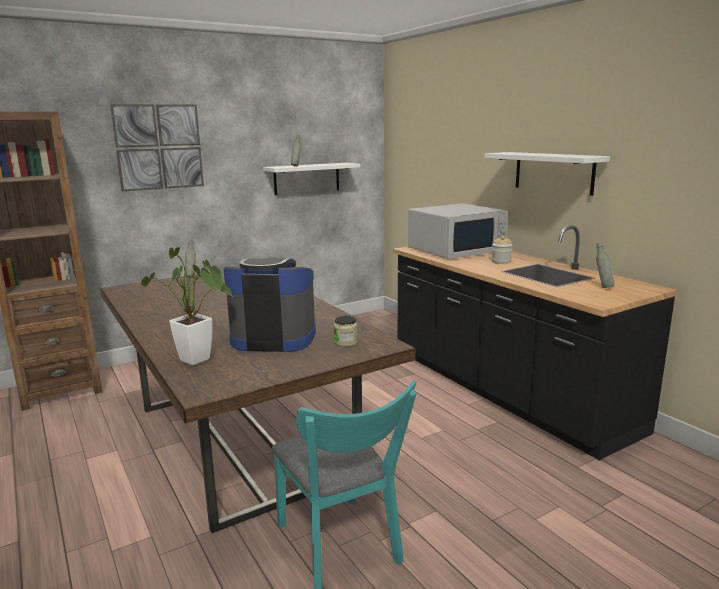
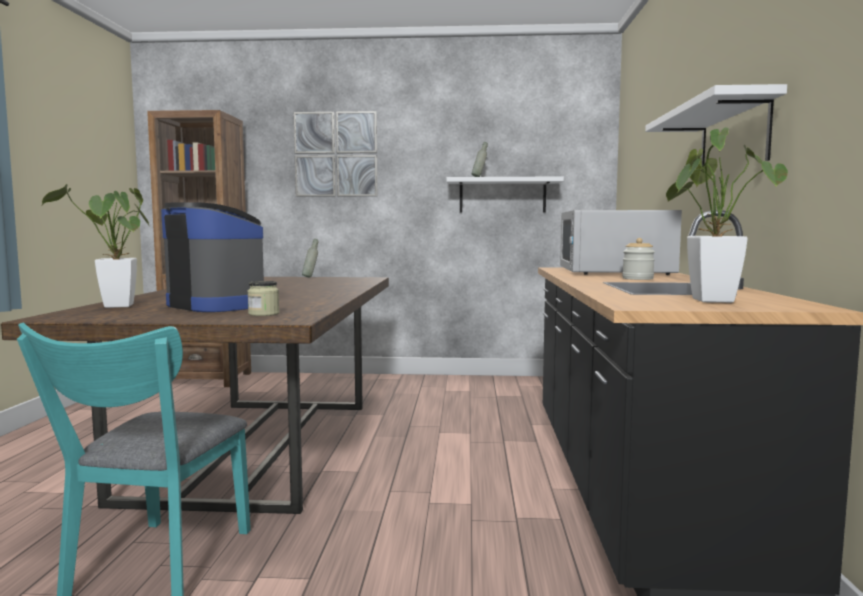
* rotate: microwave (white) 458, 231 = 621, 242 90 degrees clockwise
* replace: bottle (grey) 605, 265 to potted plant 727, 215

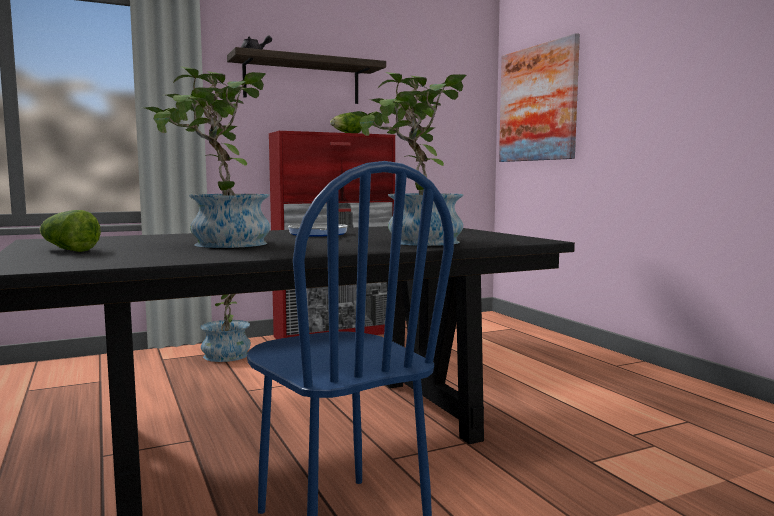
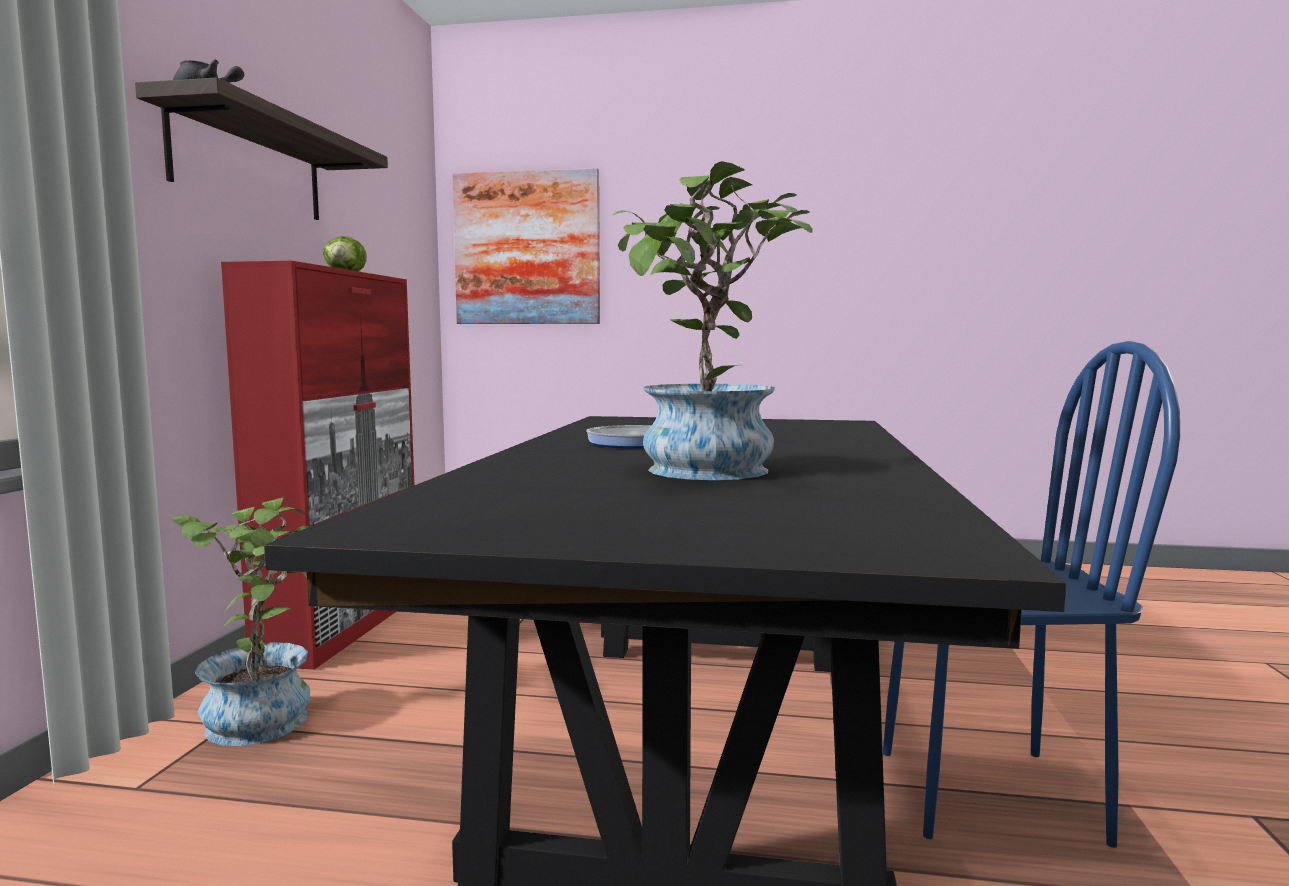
* delete: potted plant 407, 159
* delete: lettuce 70, 231

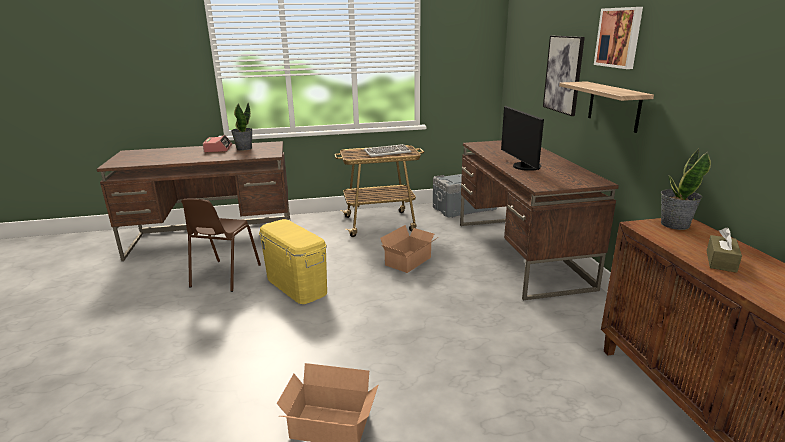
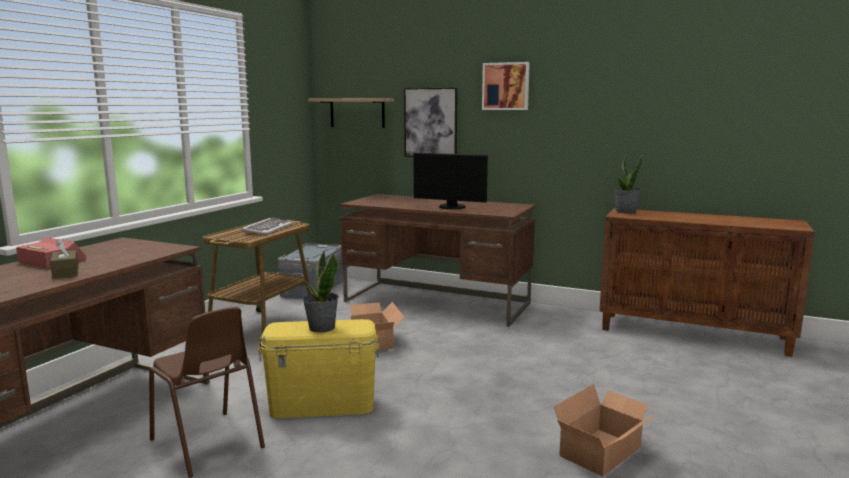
* move: shelf 606, 107 to 351, 113
* move: potted plant 242, 126 to 320, 291
* move: tissue box (brown) 724, 250 to 64, 258

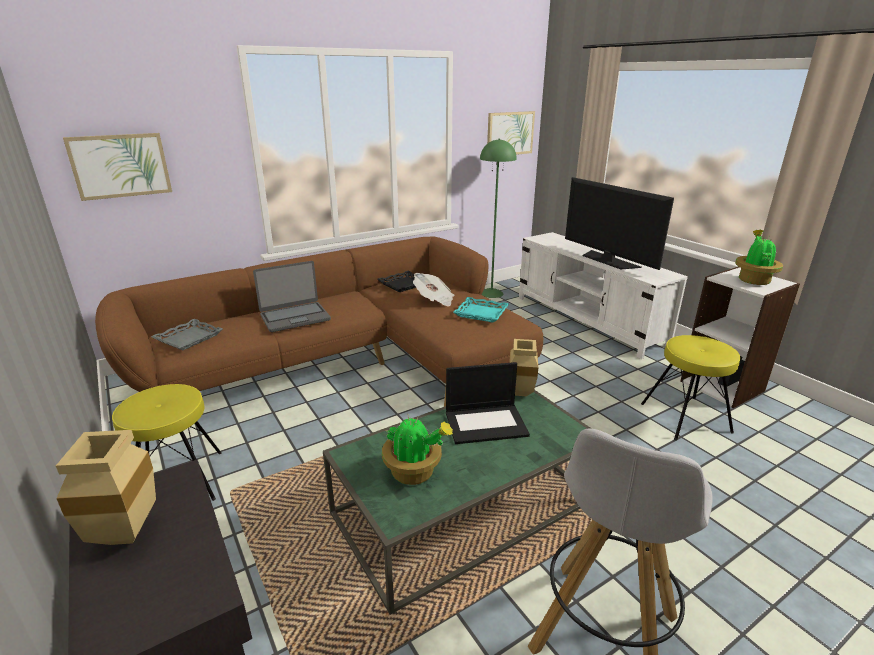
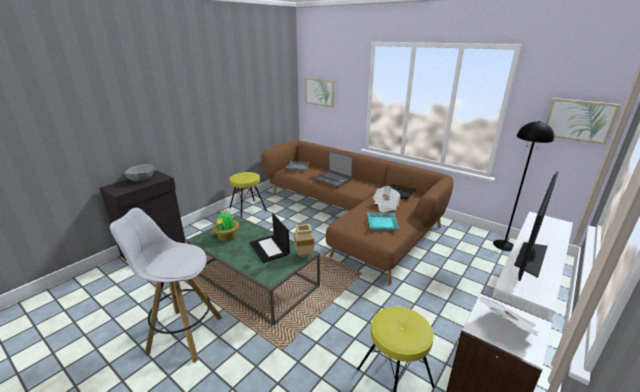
* recolor: floor lamp (green) 498, 218 to floor lamp (black) 523, 186
* replace: potted plant 759, 257 to newspaper 509, 316
* replace: vase (beige) 106, 487 to bowl (grey) 139, 173

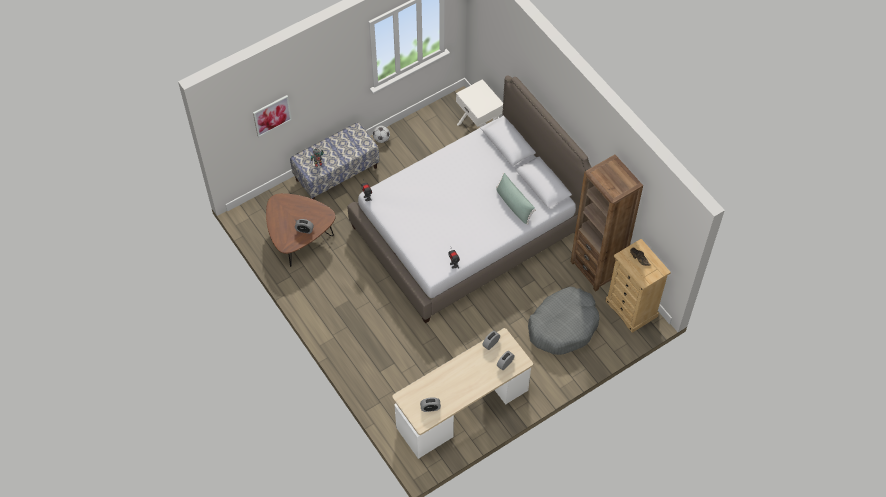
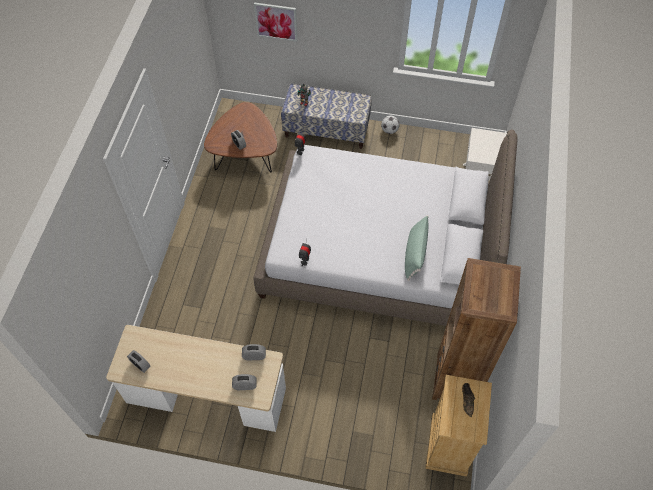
* delete: dog bed (grey) 564, 320

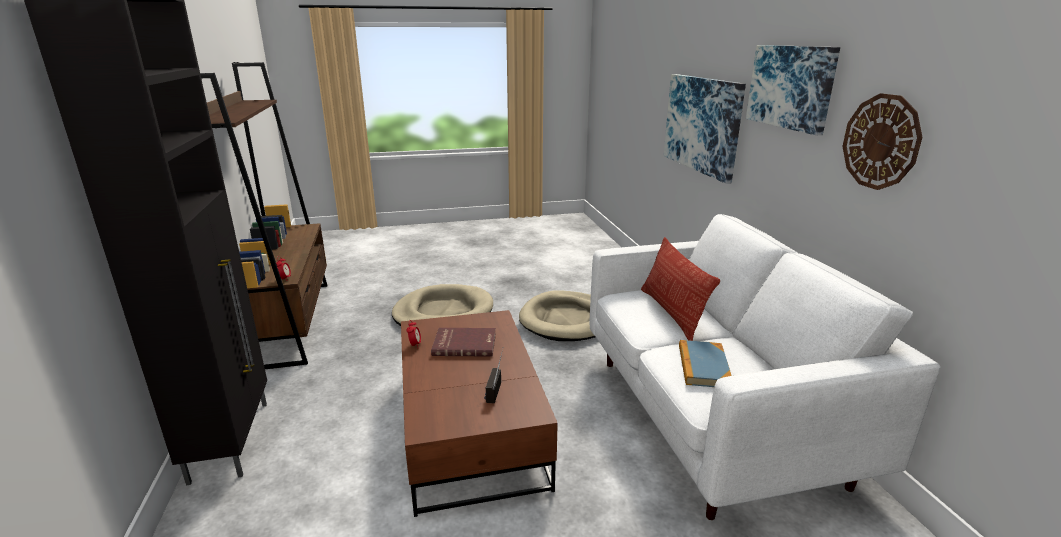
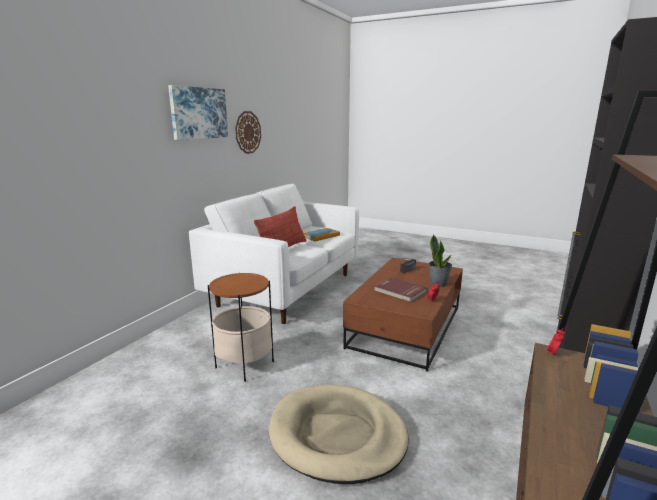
* delete: picture 705, 129
* replace: dog bed (beige) 557, 315 to side table 241, 327
* insert: potted plant 440, 260

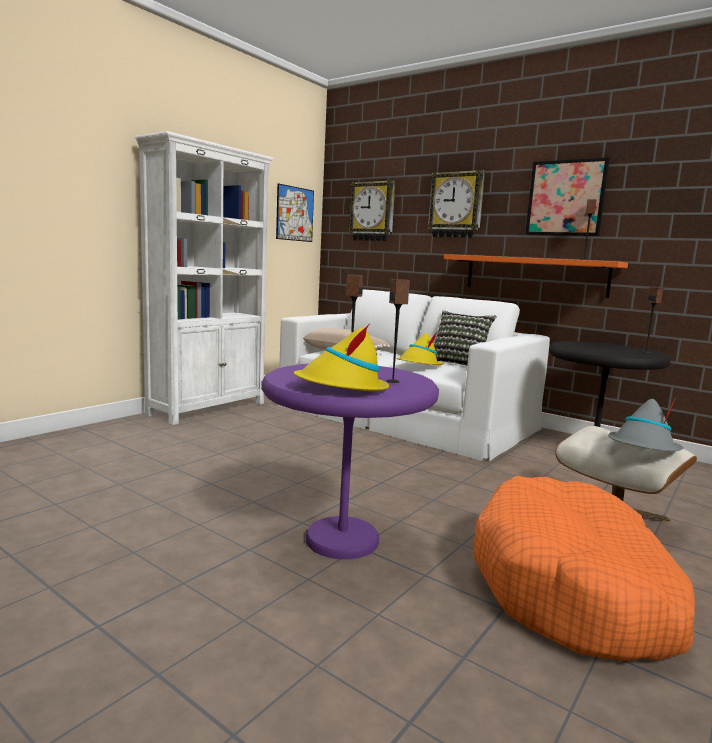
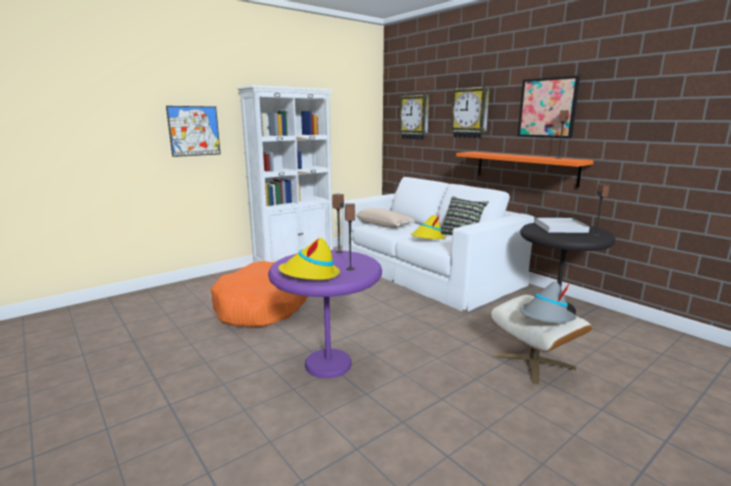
* move: picture 295, 212 to 193, 131
* move: dog bed (orange) 584, 568 to 259, 294
* insert: tray (white) 562, 225

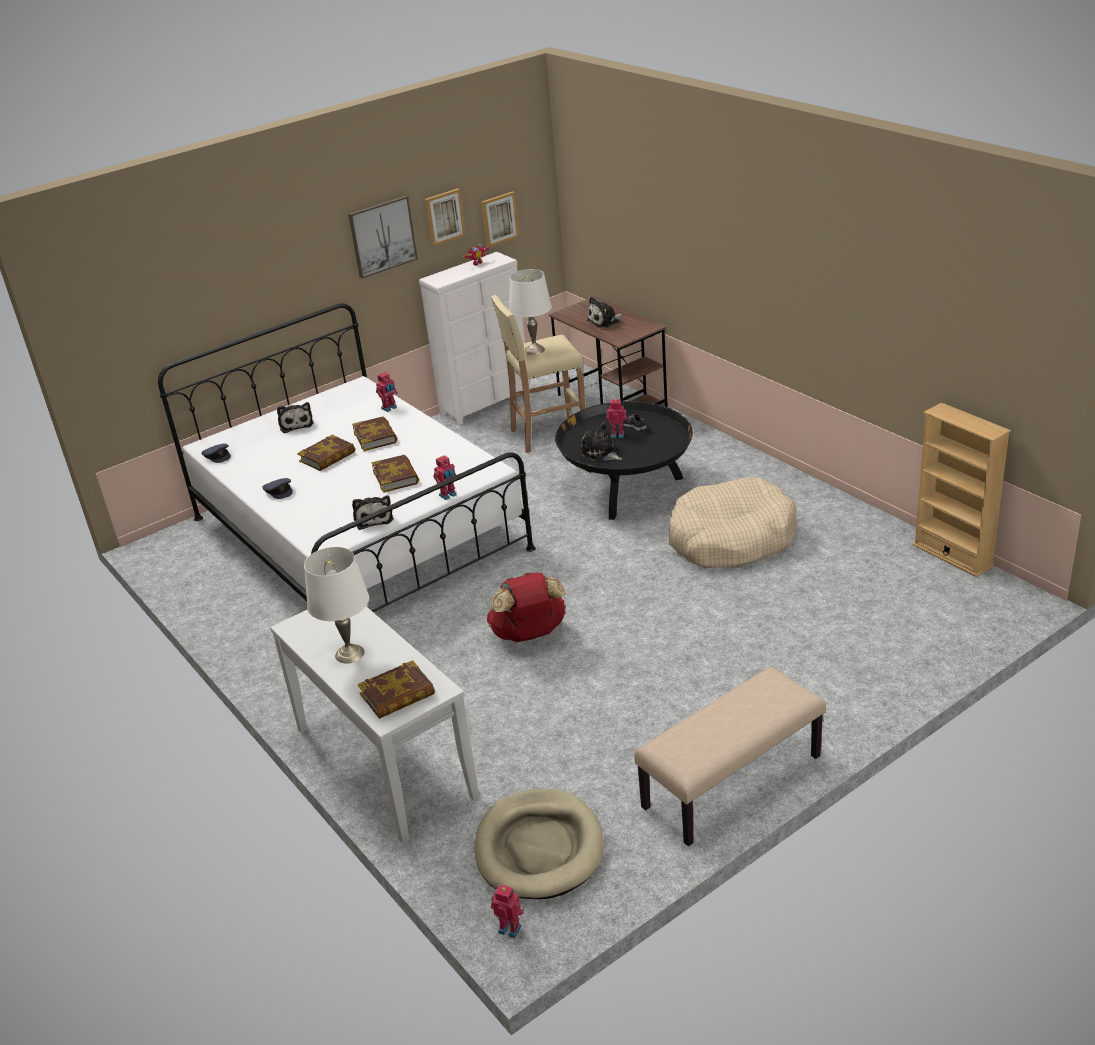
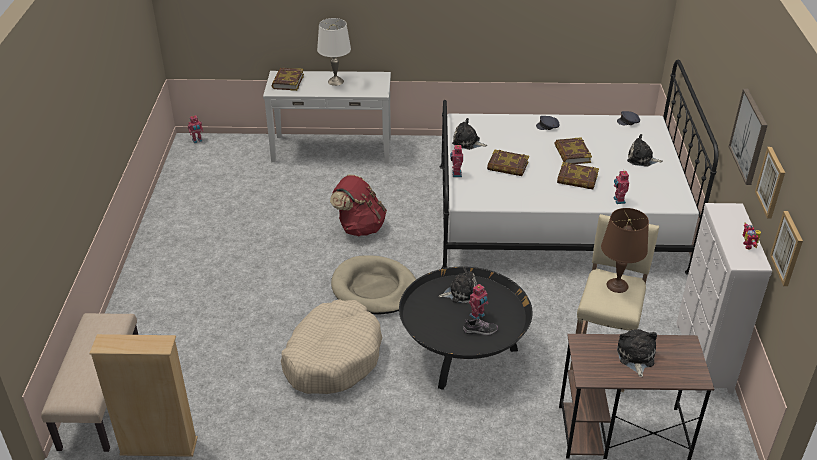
* recolor: table lamp (white) 530, 312 to table lamp (brown) 625, 250
* move: bench (beige) 730, 756 to 89, 382
* move: dog bed (beige) 539, 844 to 373, 284

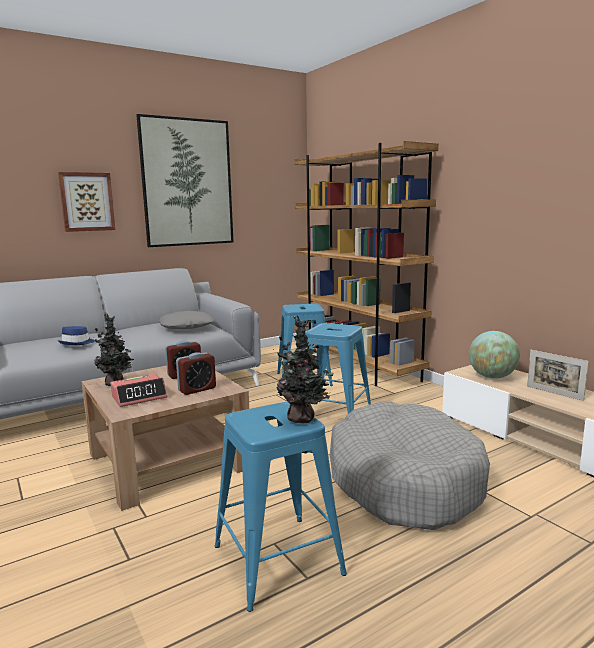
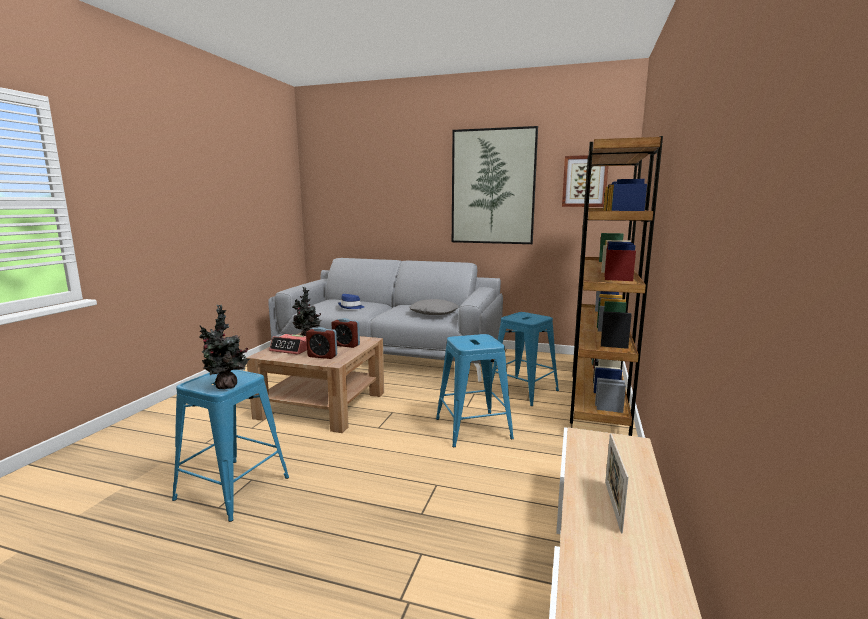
* move: picture 86, 202 to 585, 181
* delete: globe 494, 355
* delete: dog bed (grey) 410, 465

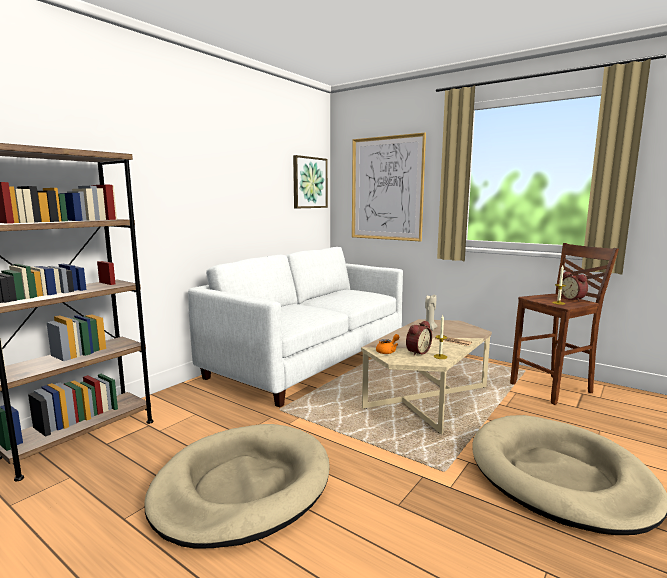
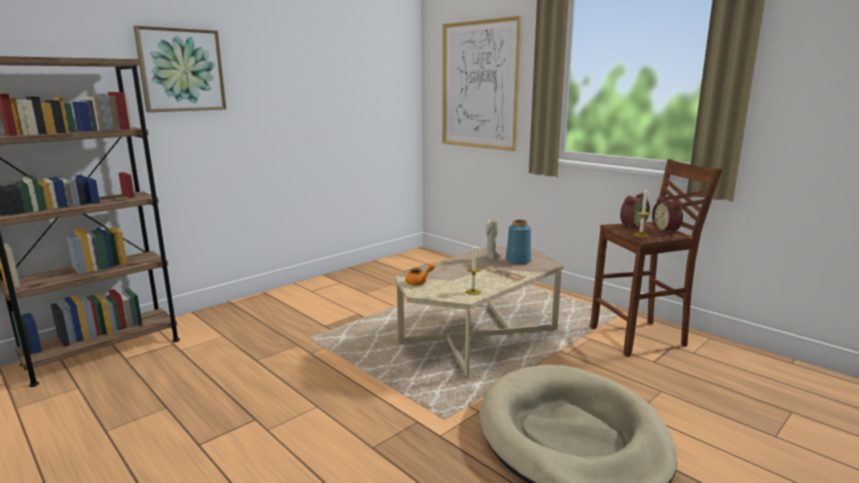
* move: picture 310, 181 to 179, 69
* delete: sofa (white) 295, 327
* move: alarm clock 419, 338 to 635, 210
* delete: dog bed (beige) 237, 486
* insert: vase (blue) 518, 242

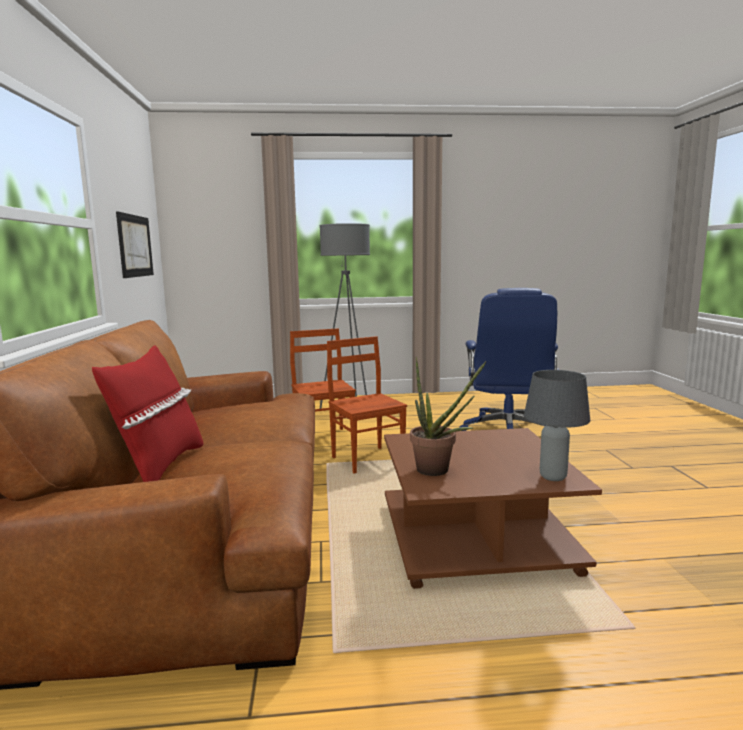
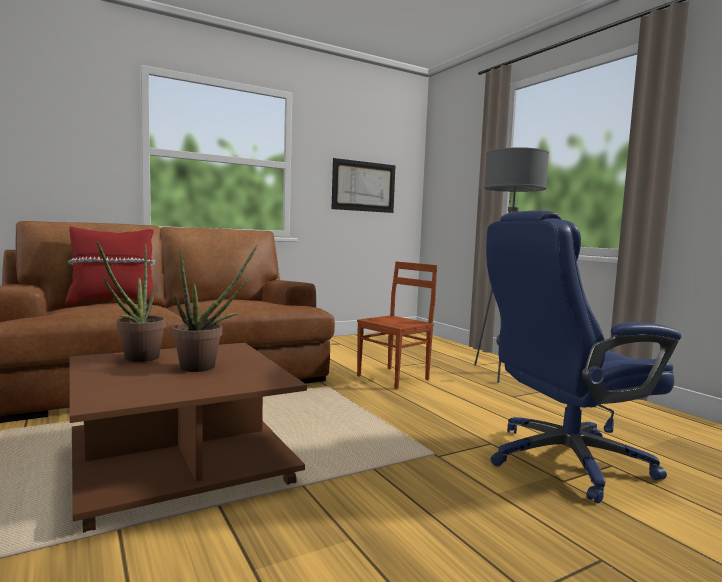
* delete: chair (brown) 367, 404
* delete: table lamp (grey) 557, 425
* insert: potted plant 214, 308

